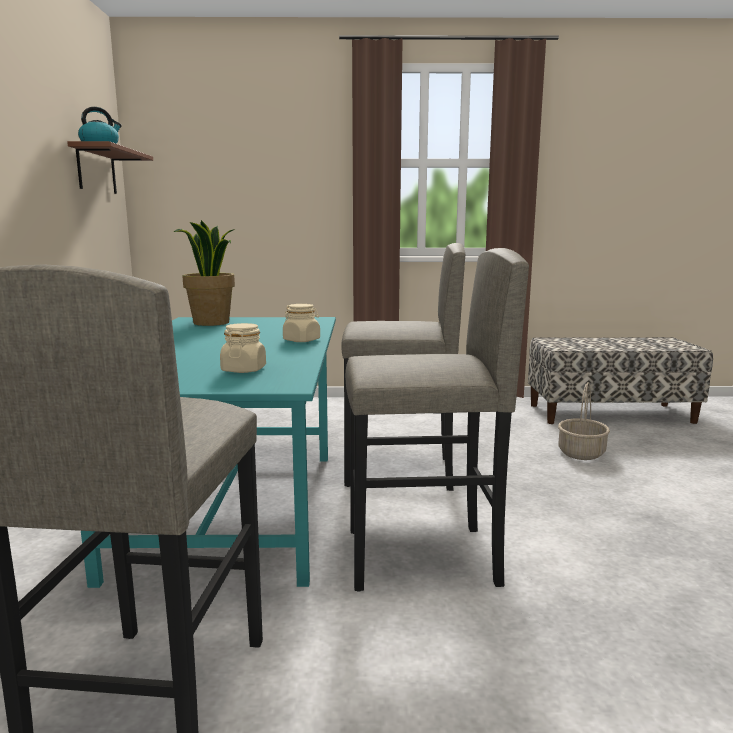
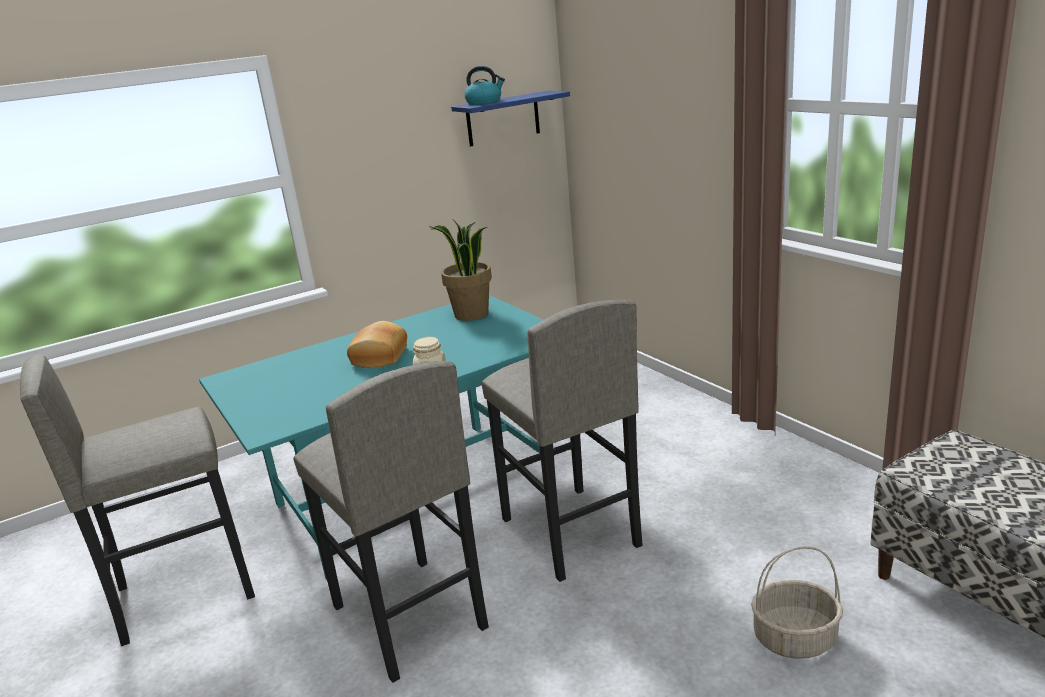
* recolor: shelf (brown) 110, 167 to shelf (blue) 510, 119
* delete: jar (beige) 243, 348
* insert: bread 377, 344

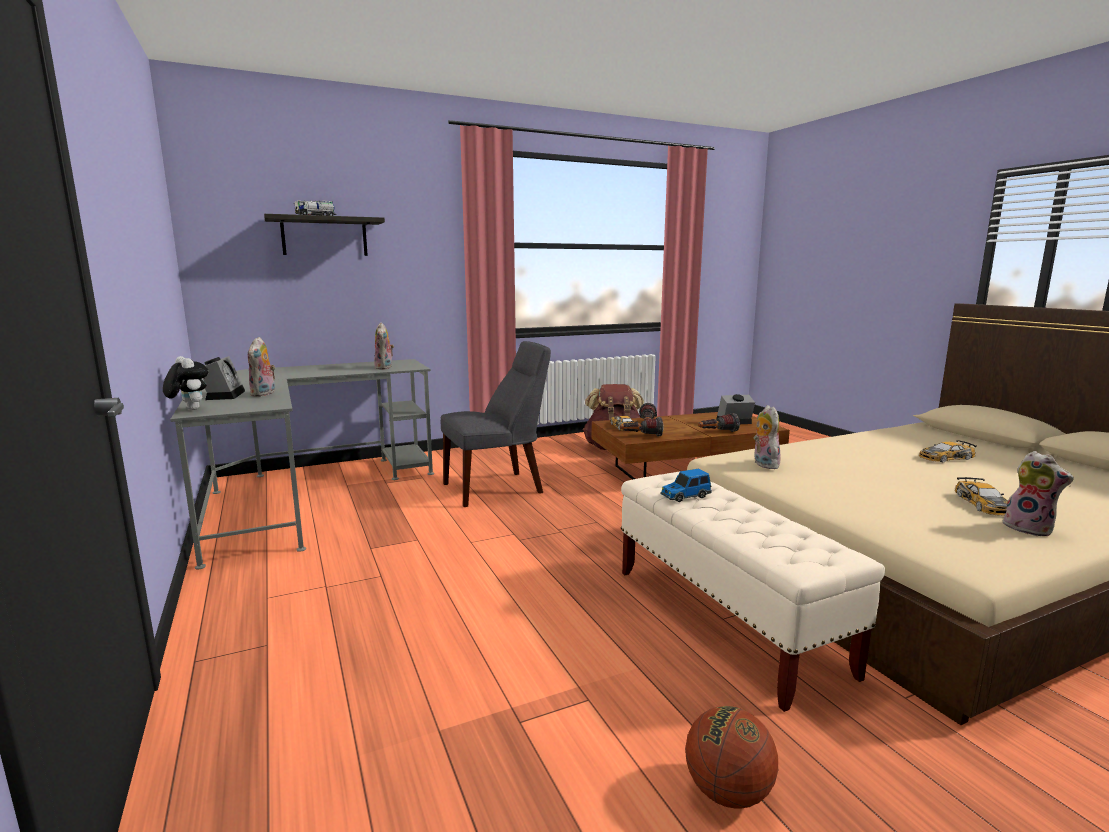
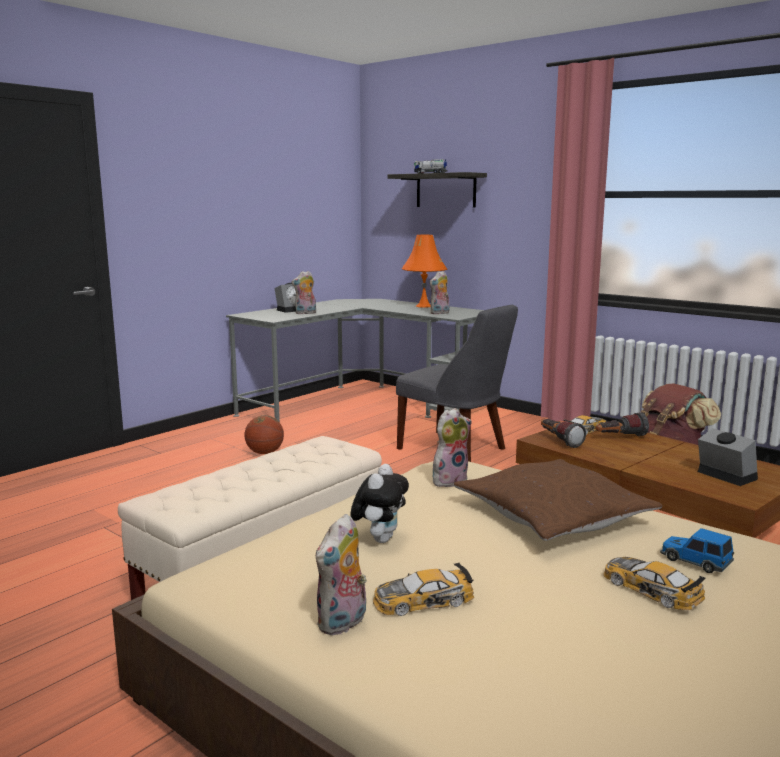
* move: plush toy 186, 383 to 379, 503
* delete: flashlight 719, 422
* move: toy car 686, 485 to 697, 550
* move: basketball 731, 757 to 264, 434
* insert: table lamp (orange) 424, 271
* insert: pillow (brown) 558, 500

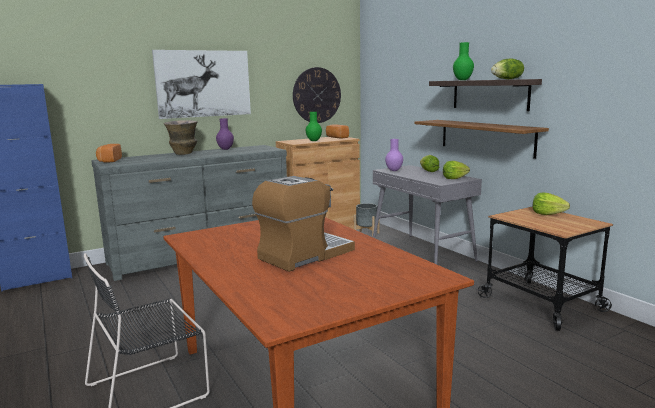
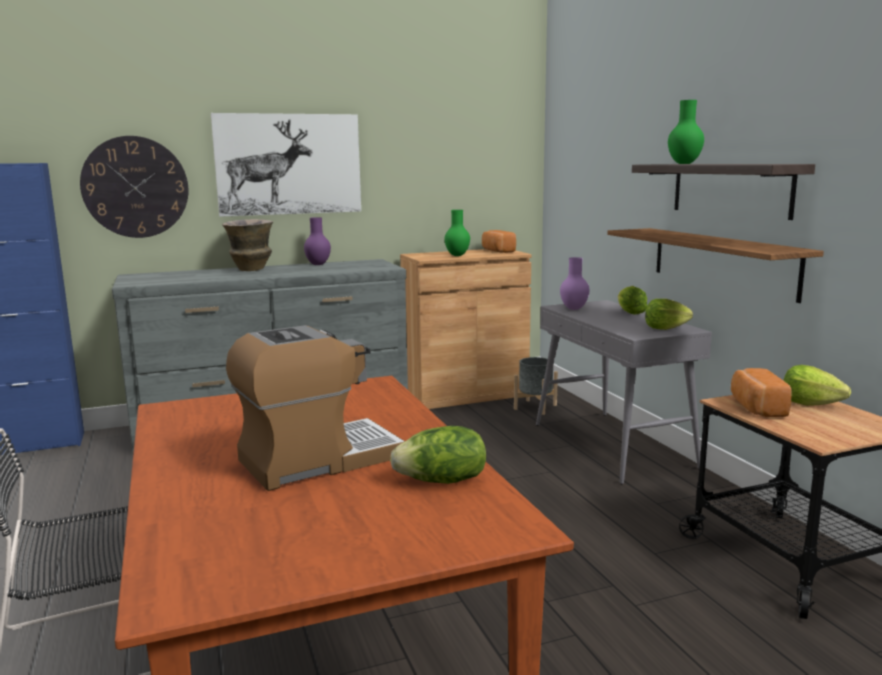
* move: lettuce 507, 68 to 438, 455
* move: wall clock 317, 95 to 134, 187
* move: bread 109, 153 to 761, 392

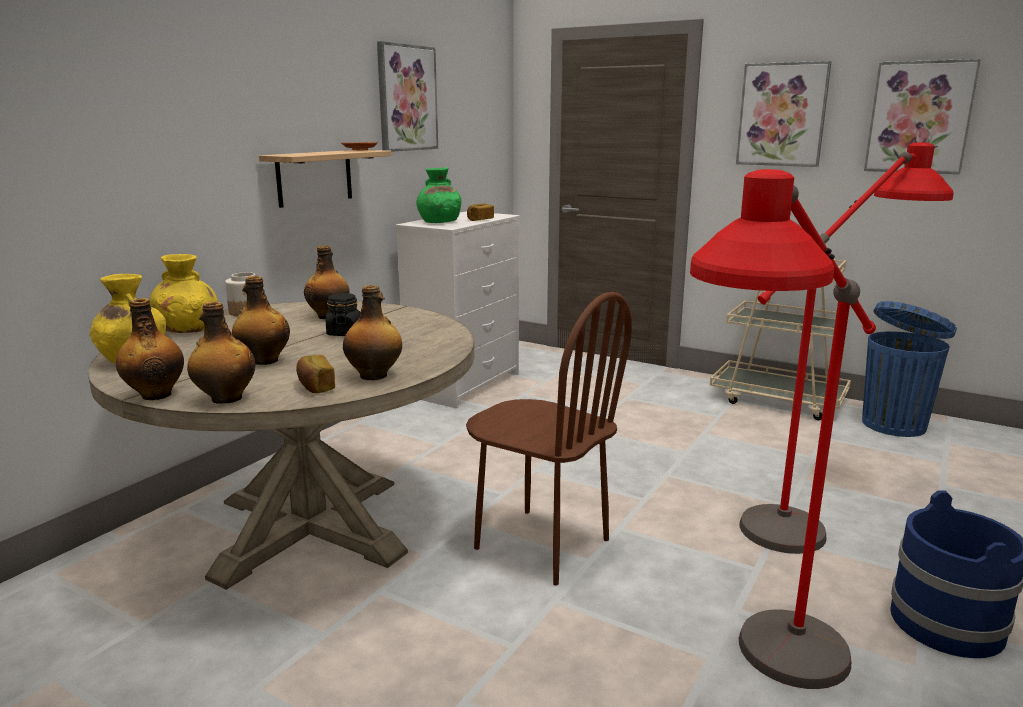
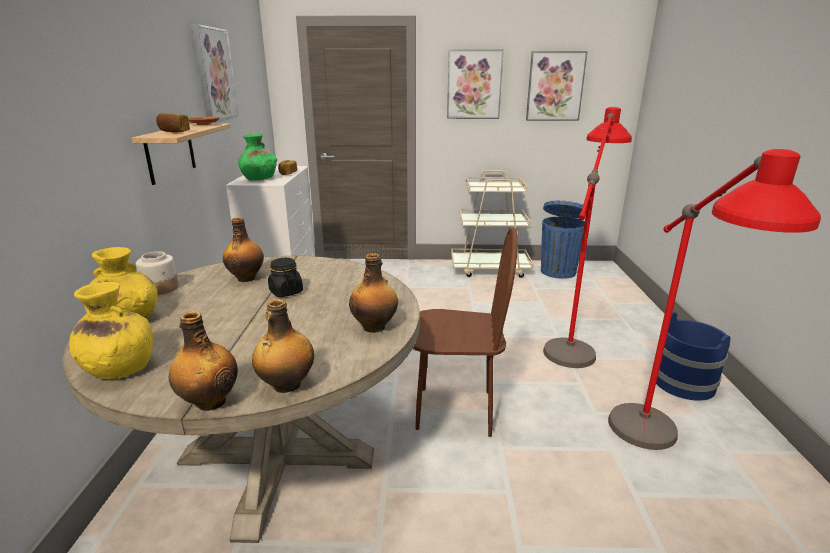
* delete: bottle 261, 320
* move: bread 315, 374 to 173, 123

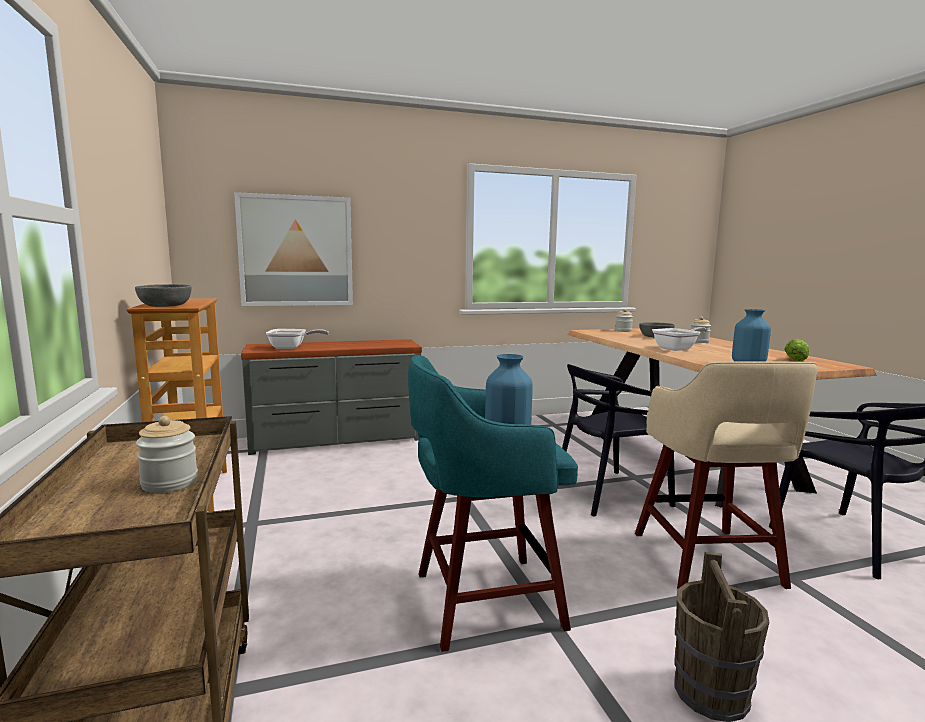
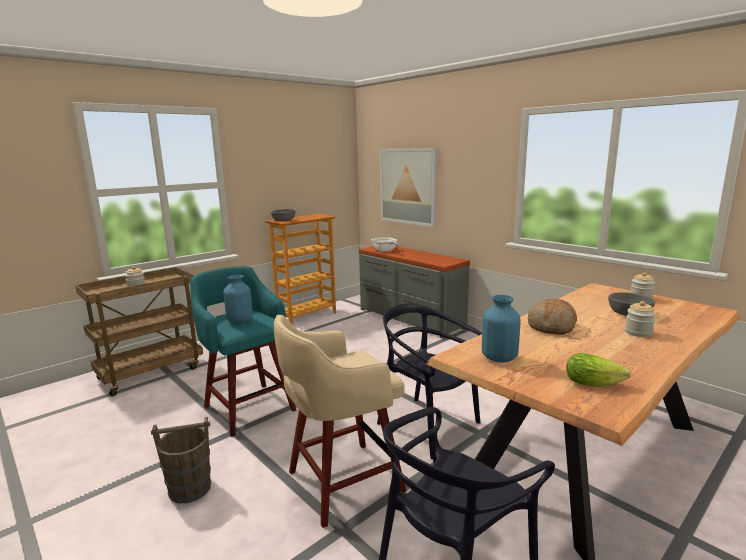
* replace: frying pan 680, 339 to bread 552, 316

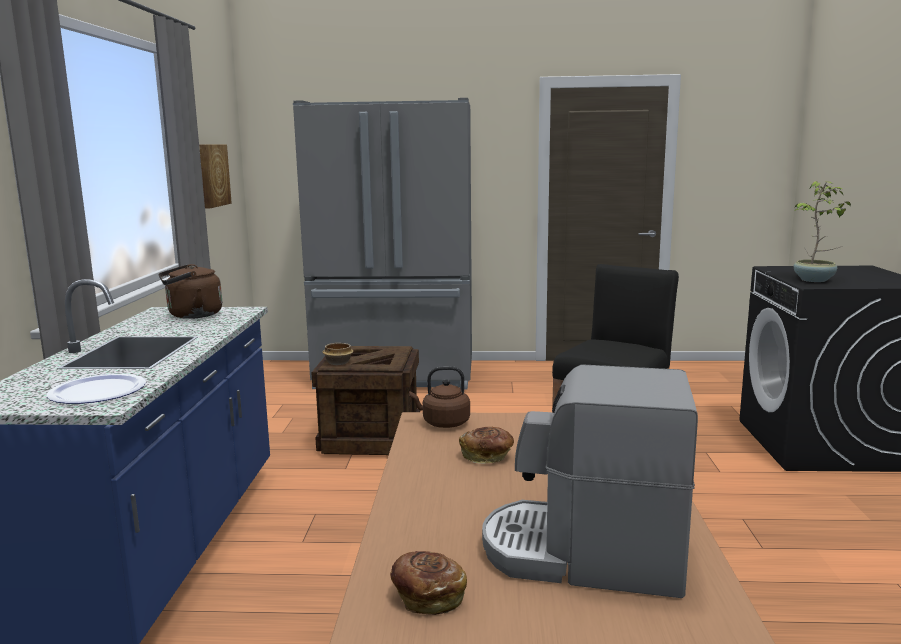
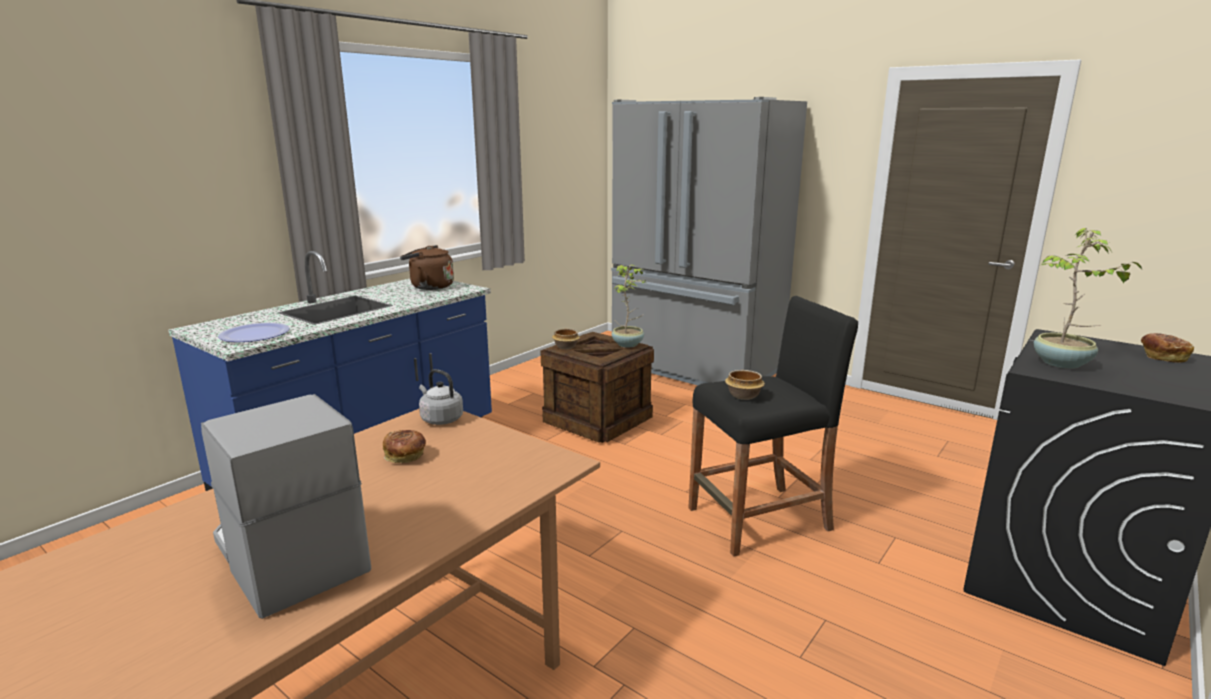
* delete: picture 215, 176
* recolor: kettle (brown) 439, 397 to kettle (grey) 441, 397
* move: bread 428, 583 to 1167, 348
* insert: potted plant 629, 306
* insert: bowl 745, 385

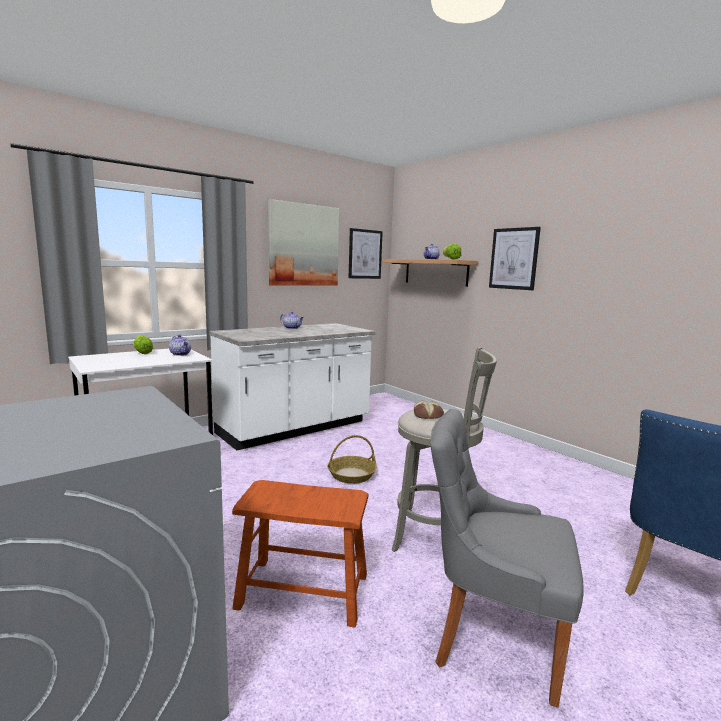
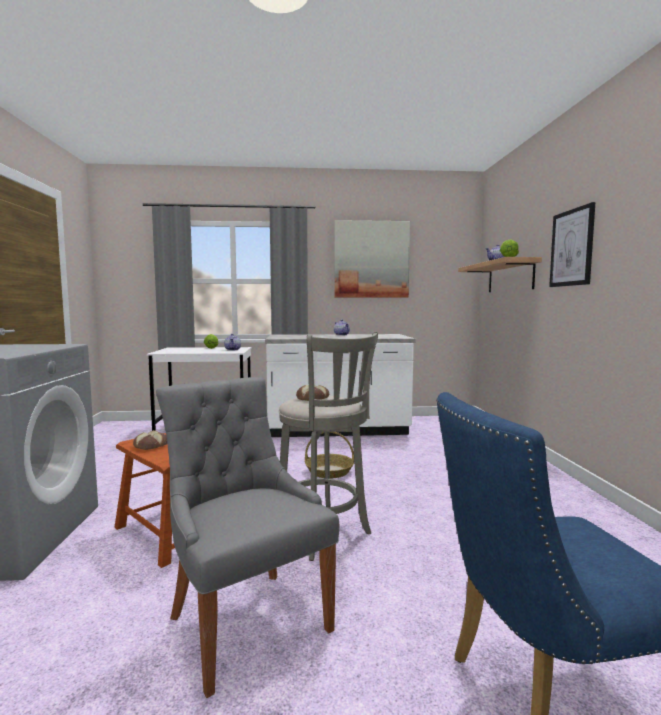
* delete: picture 366, 253
* insert: bread 150, 440

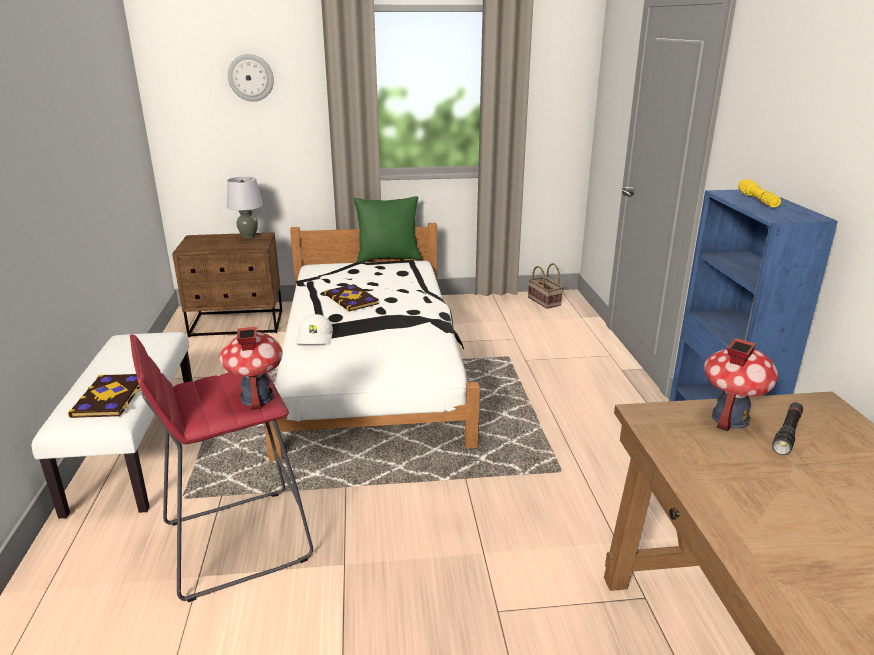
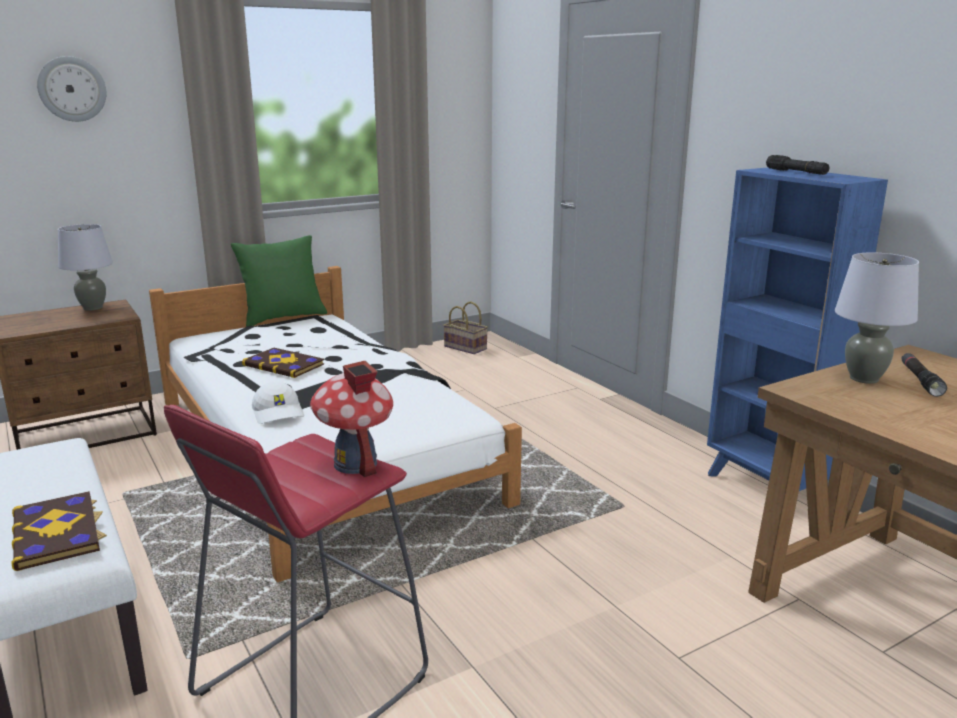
* recolor: flashlight (yellow) 759, 193 to flashlight (black) 797, 165
* replace: toy house 741, 384 to table lamp (grey) 877, 318

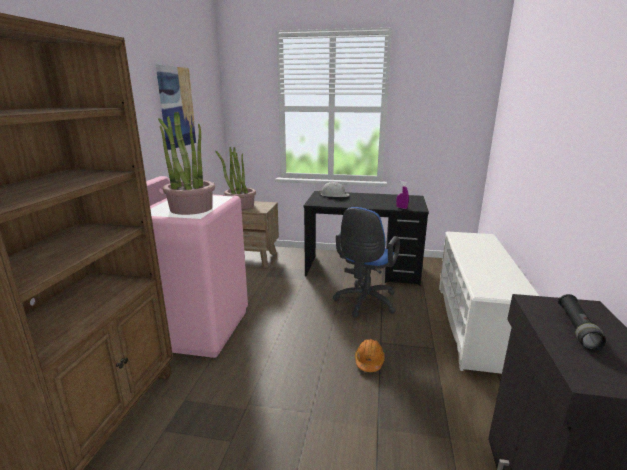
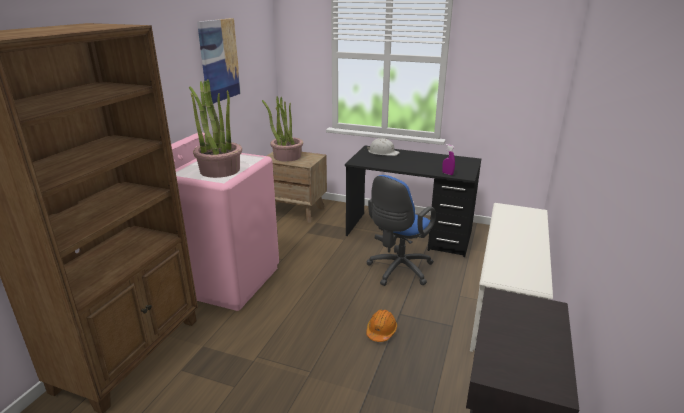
* delete: flashlight (black) 582, 322

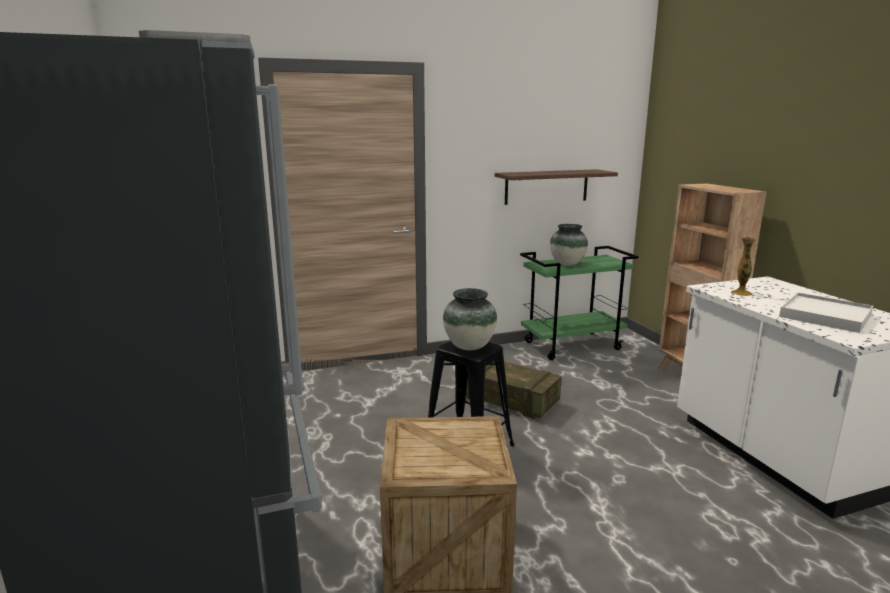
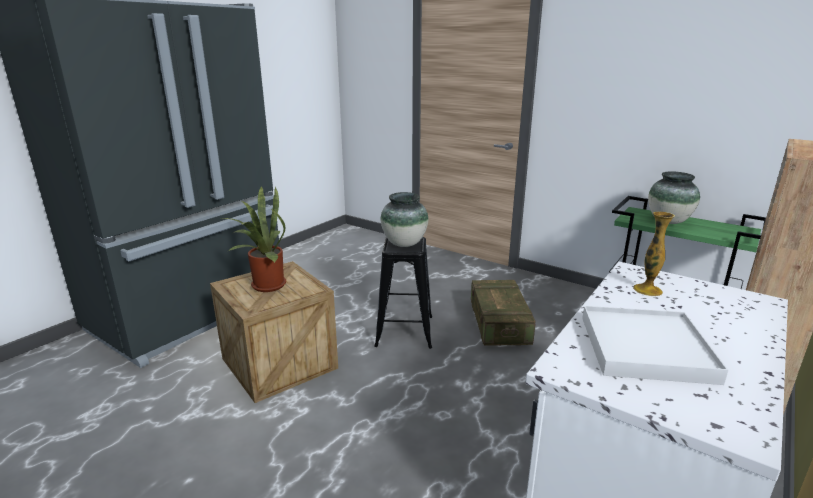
* delete: shelf 556, 187
* insert: potted plant 254, 239

